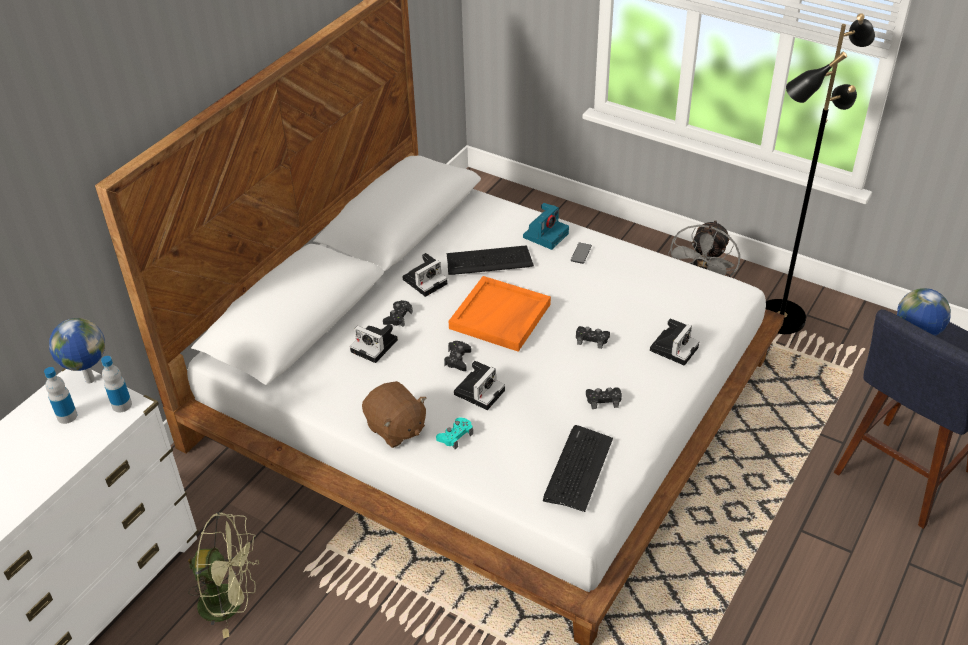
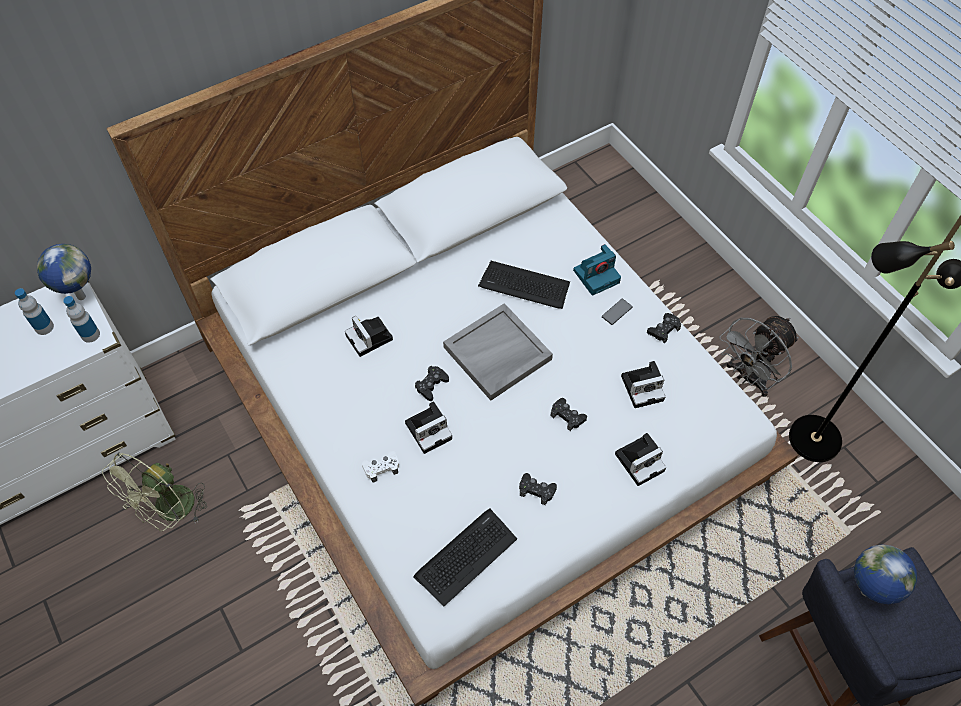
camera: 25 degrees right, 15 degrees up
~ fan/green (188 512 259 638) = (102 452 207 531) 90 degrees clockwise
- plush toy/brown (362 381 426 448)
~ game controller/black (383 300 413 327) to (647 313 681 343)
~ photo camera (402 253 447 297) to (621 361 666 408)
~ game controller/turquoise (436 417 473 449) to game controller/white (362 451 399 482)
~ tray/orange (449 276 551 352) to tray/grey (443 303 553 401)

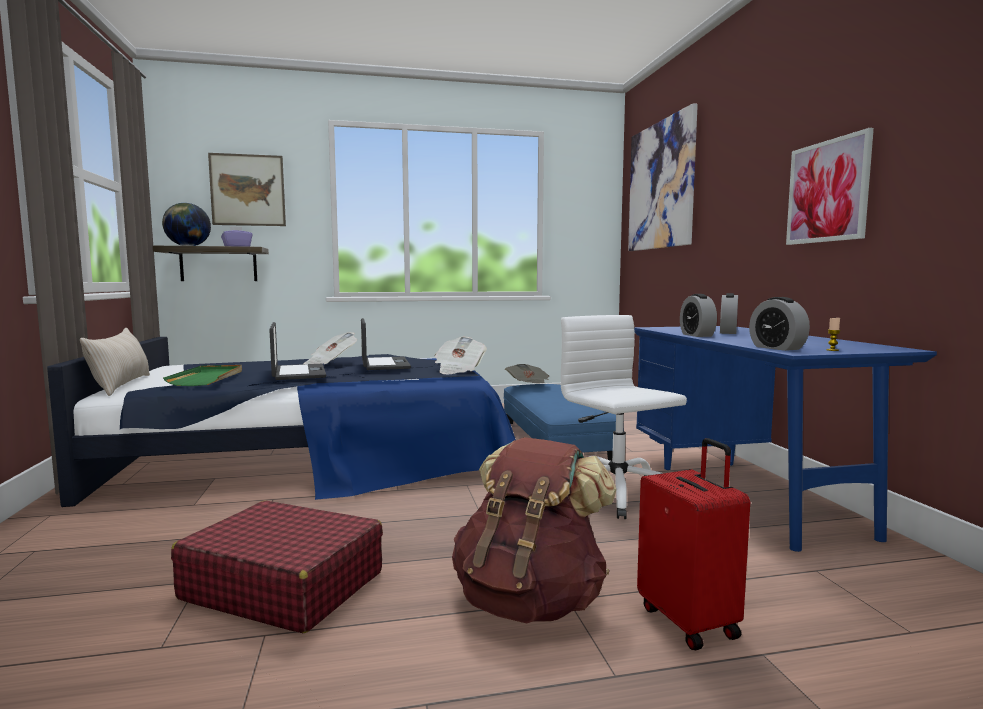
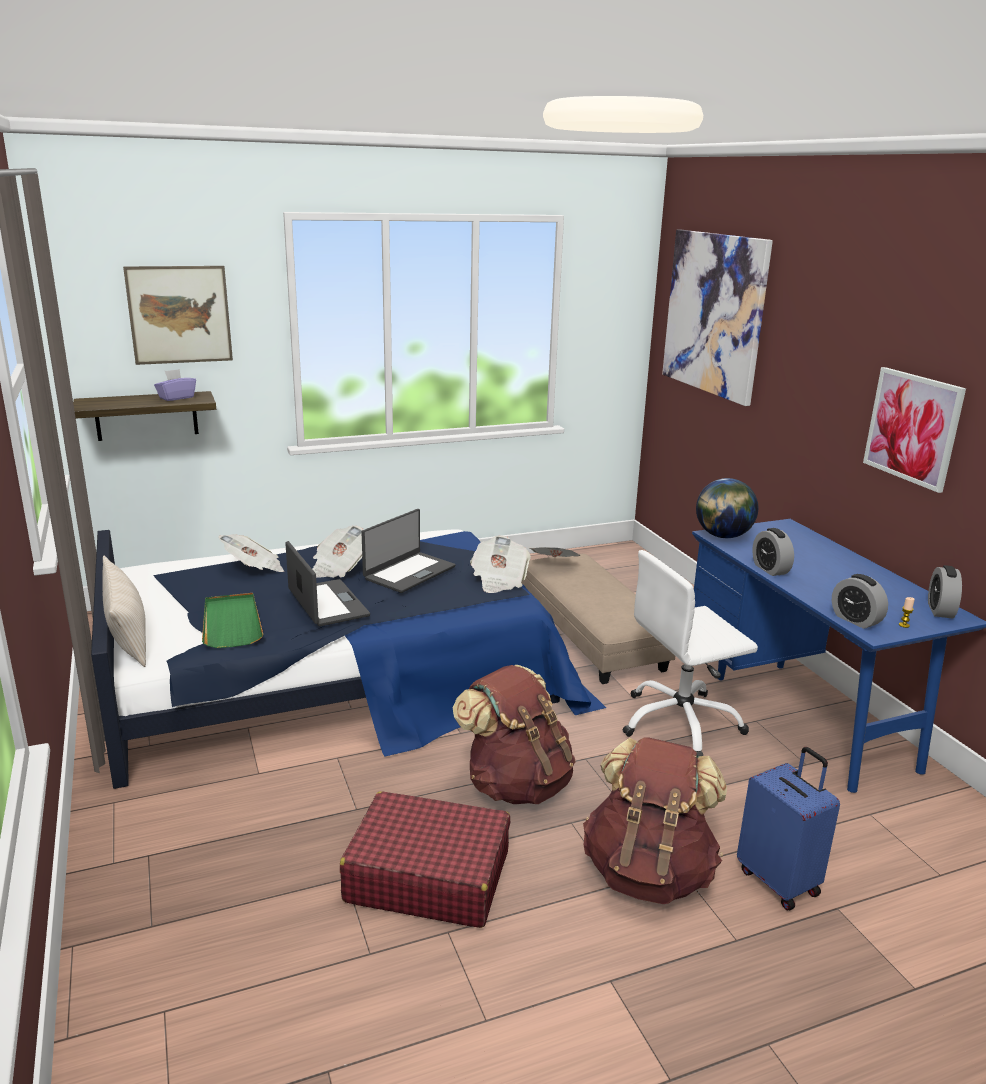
camera: 10 degrees left, 15 degrees up
~ globe (162 203 211 246) to (696 478 758 538)
~ laptop (361 318 411 370) = (362 509 456 593) 60 degrees clockwise
~ ottoman/blue (503 384 624 461) to ottoman/beige (521 554 675 684)
~ office chair/white (561 315 687 519) = (622 550 758 756) 75 degrees counterclockwise
~ suitcase/red (637 438 750 650) to suitcase/blue (737 747 840 911)
~ alarm clock (720 293 738 334) to (928 565 962 619)
+ newspaper (219 534 284 572)
+ backpack/brown (453 665 576 804)

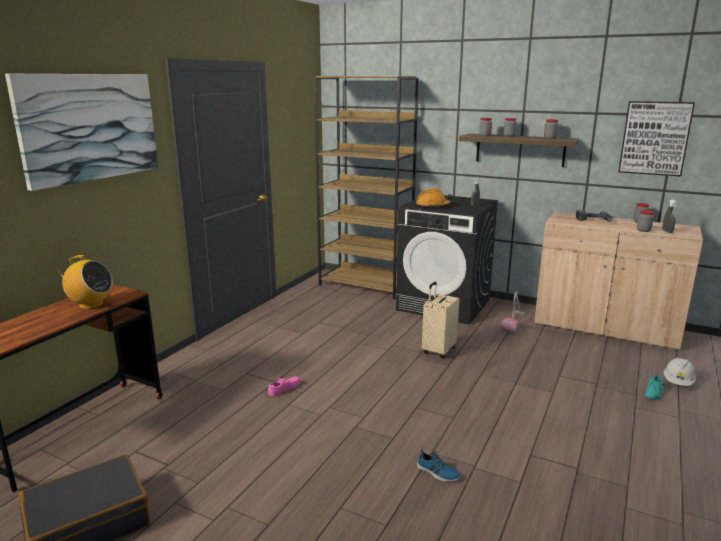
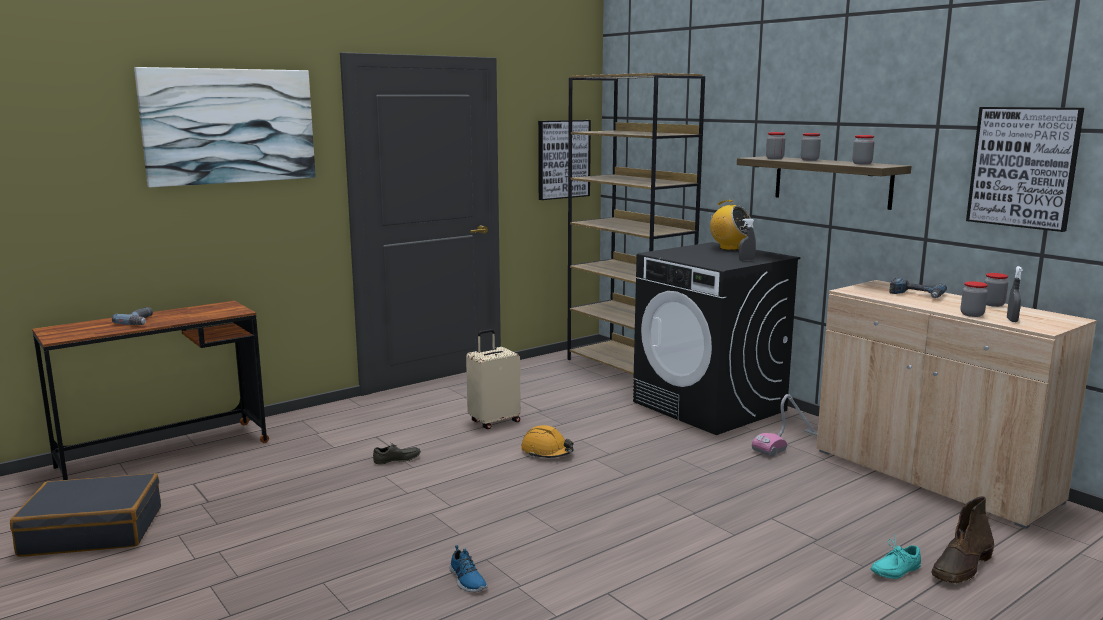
camera: 25 degrees right, 5 degrees down
~ radio (56 255 113 309) to (709 200 753 250)
~ shoe/pink (268 376 300 396) to shoe/grey (373 443 421 464)
~ hard hat/orange (416 188 453 208) to (521 425 573 458)
~ suitcase/beige (422 282 460 359) to (466 329 521 429)
~ hard hat/white (663 358 696 386) to boot/brown (931 496 994 583)
+ power drill (112 307 153 325)
+ picture (538 120 591 200)

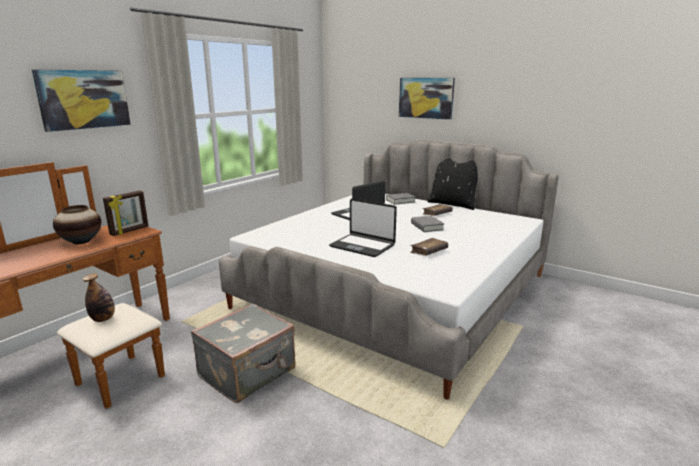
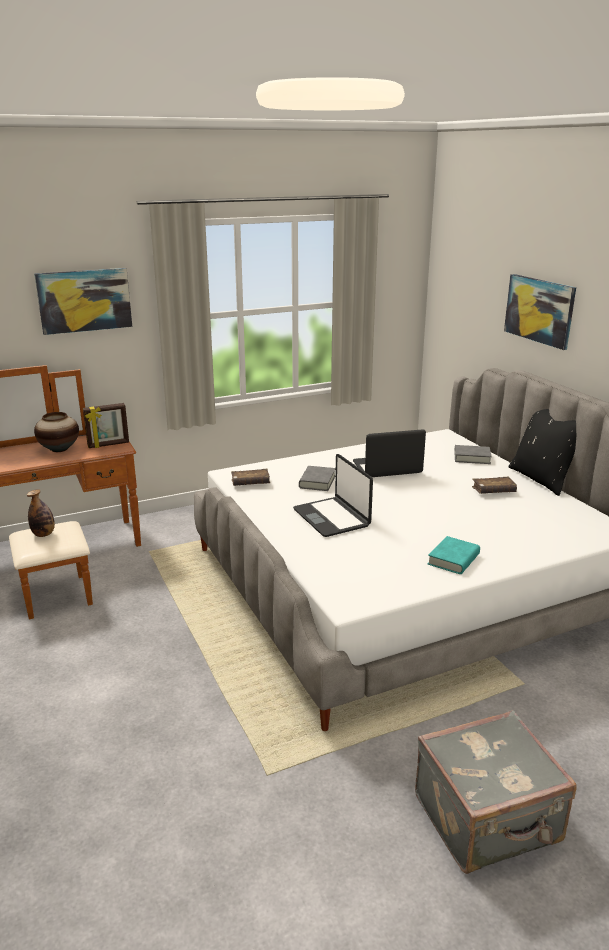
camera: 30 degrees right, 5 degrees up
~ suitcase/grey (191 303 296 403) to (415 710 577 874)
~ book/brown (410 238 448 256) to (231 469 270 486)
~ book/grey (411 216 444 232) to (299 466 336 491)
+ book/turquoise (428 536 480 574)

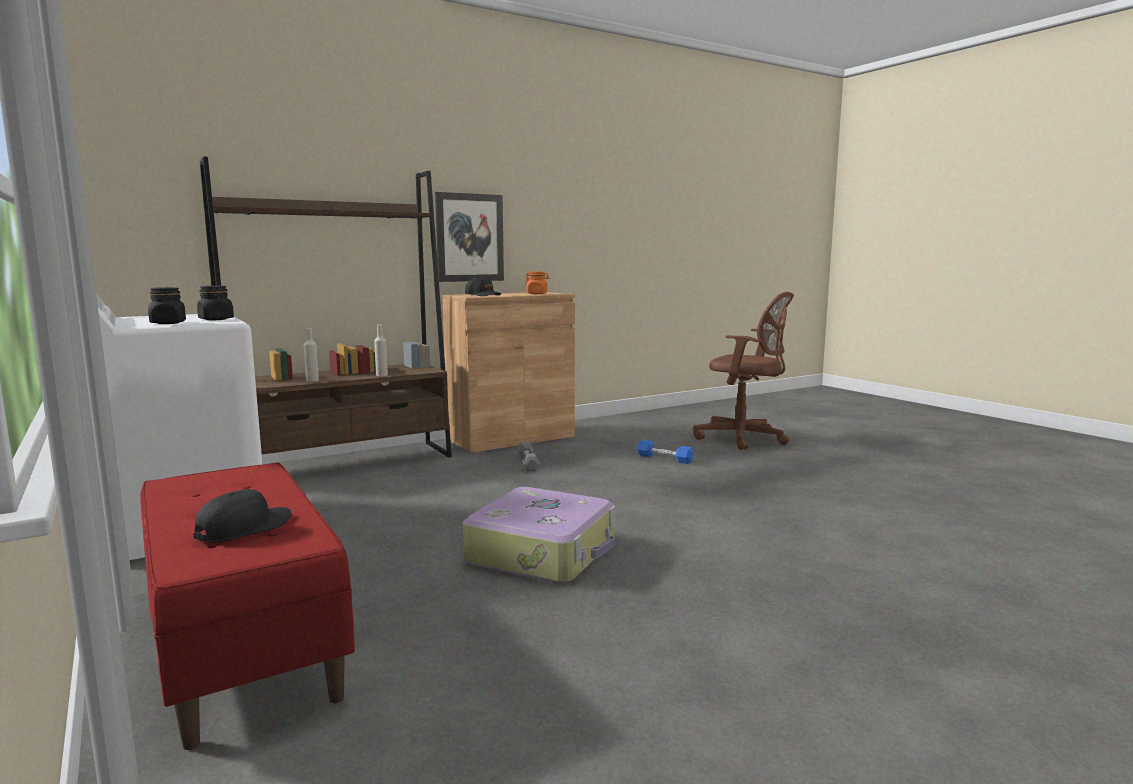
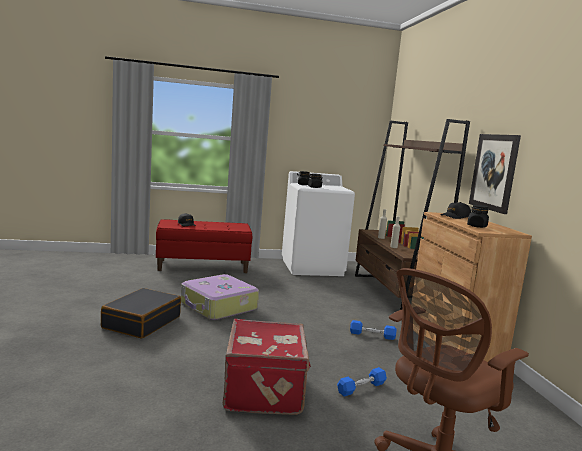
camera: 110 degrees right, 0 degrees up
~ dumbbell/grey (518 442 540 472) to dumbbell/blue (350 320 396 340)
~ jar/orange (525 272 549 294) to jar/black (467 205 489 228)
+ suitcase/black (101 288 181 339)
+ suitcase/red (223 319 311 415)

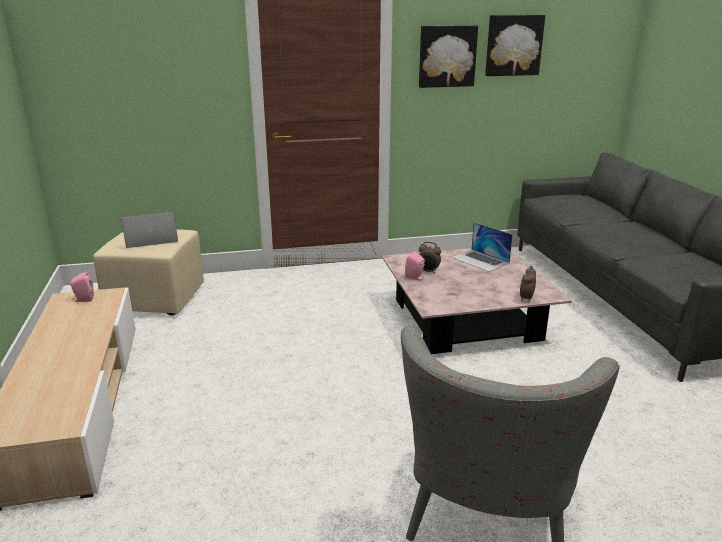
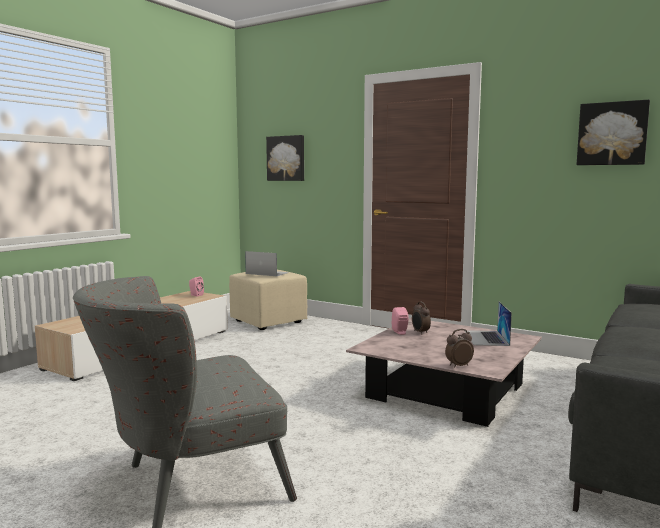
camera: 45 degrees right, 15 degrees down
~ picture (419 26 478 88) to (266 135 304 181)

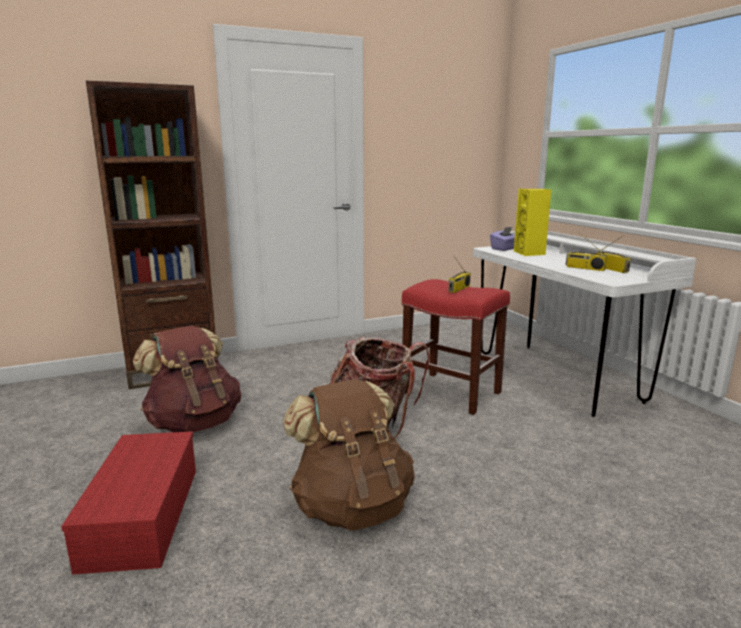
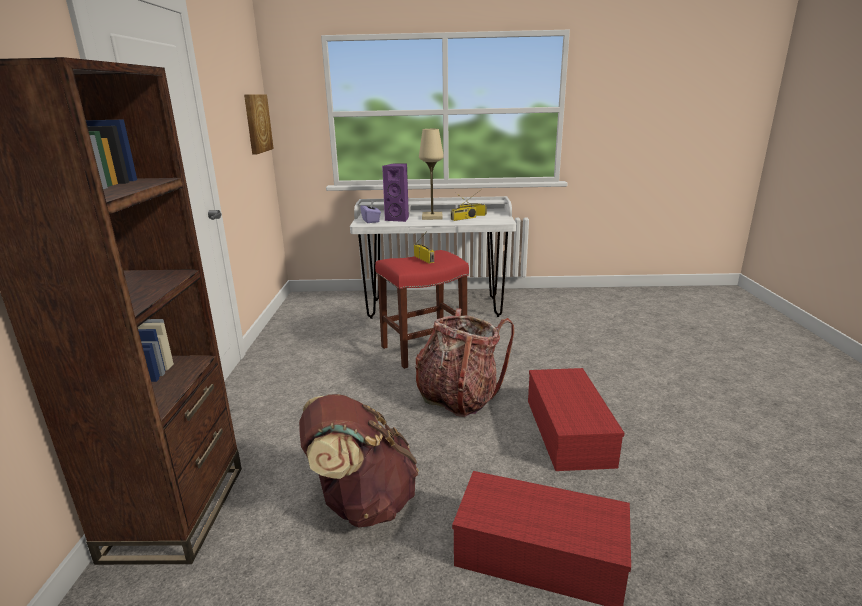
camera: 65 degrees left, 5 degrees up
~ backpack/brown (283 379 415 531) to storage box/red (528 368 625 471)
~ speaker/yellow (514 189 551 256) to speaker/purple (382 163 409 222)
+ picture (244 94 274 155)
+ table lamp/beige (419 129 444 220)

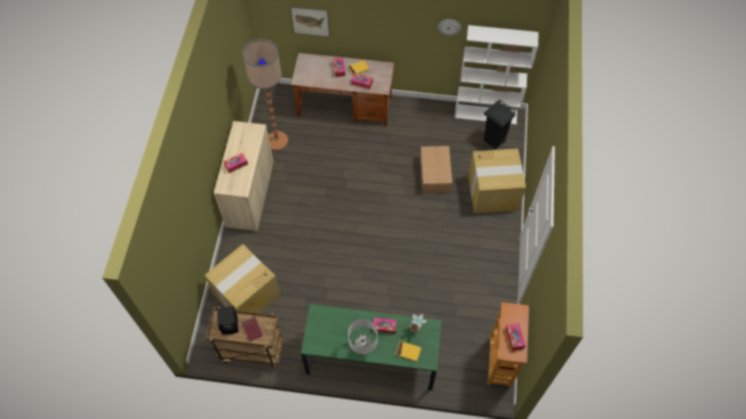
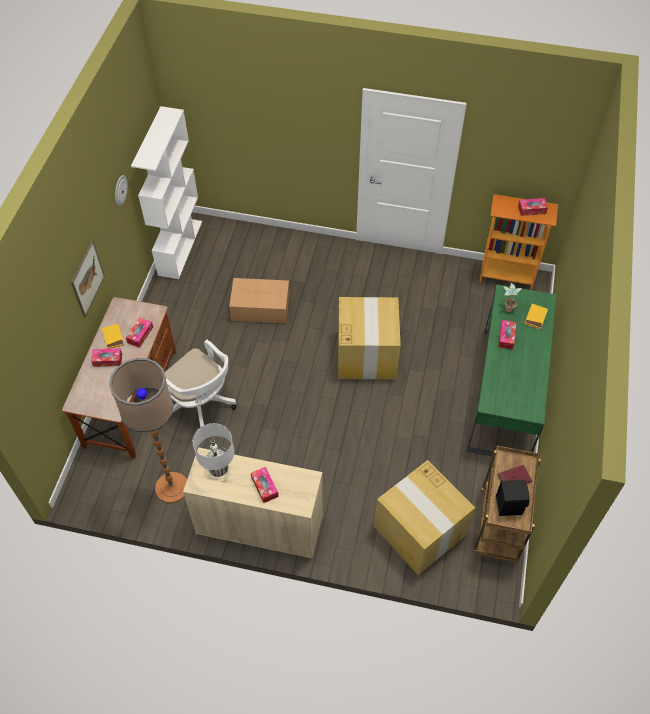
camera: 85 degrees left, 5 degrees down
~ picture (290 6 330 37) to (71 240 105 317)
~ table lamp/white (348 319 378 356) to (193 423 234 477)
~ cardboard box (468 149 526 214) to (338 297 401 379)
- trash can/black (484 100 516 149)
+ office chair/white (164 340 236 427)

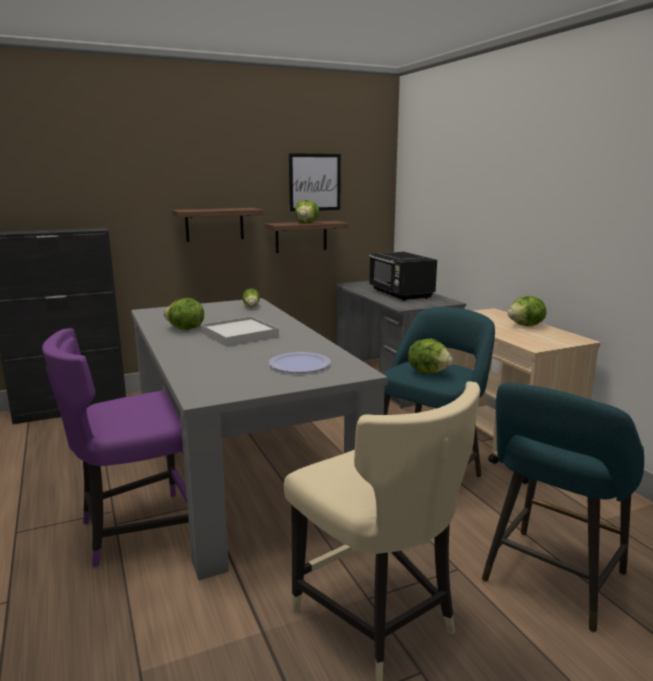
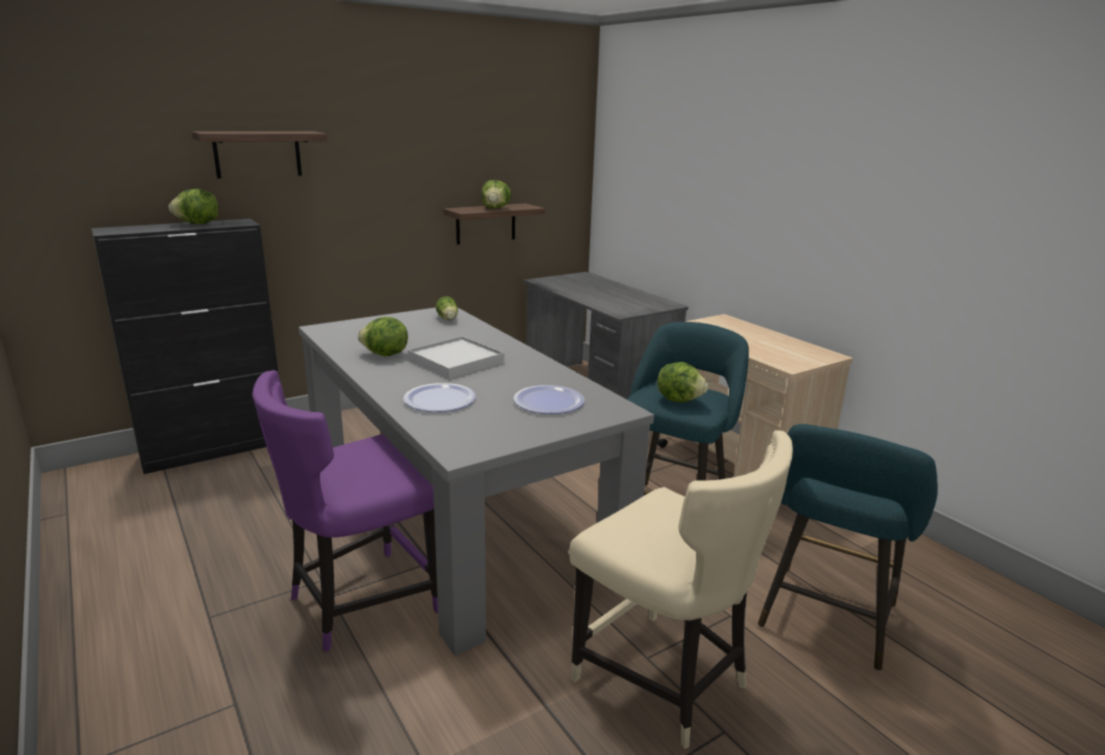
camera: 10 degrees left, 5 degrees up
~ shelf (172 208 263 242) to (192 131 327 178)
- picture (289 153 341 211)
- microwave/black (369 252 437 301)
~ lettuce (507 296 546 326) to (169 189 219 224)
+ plate (403 383 476 412)

